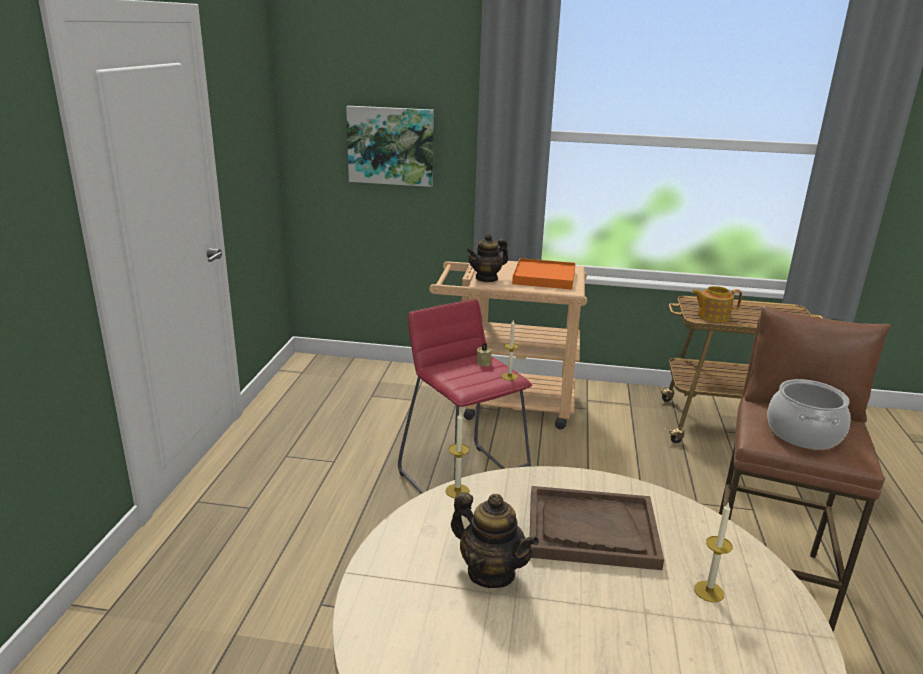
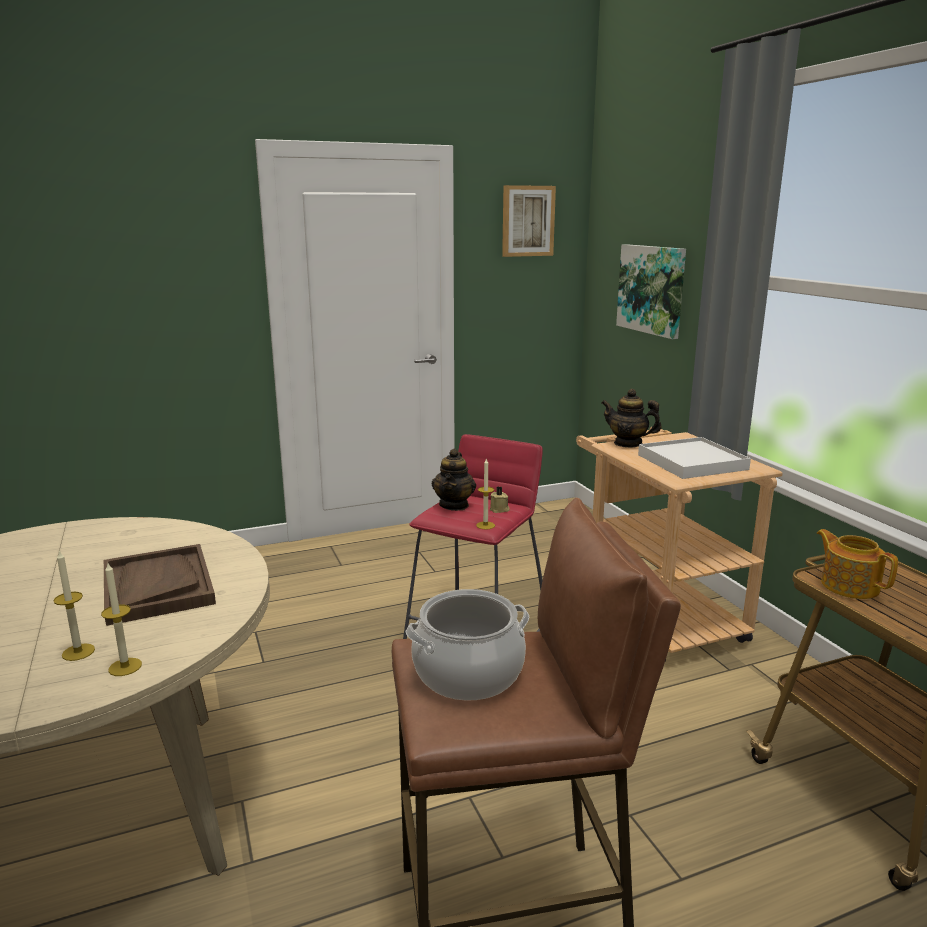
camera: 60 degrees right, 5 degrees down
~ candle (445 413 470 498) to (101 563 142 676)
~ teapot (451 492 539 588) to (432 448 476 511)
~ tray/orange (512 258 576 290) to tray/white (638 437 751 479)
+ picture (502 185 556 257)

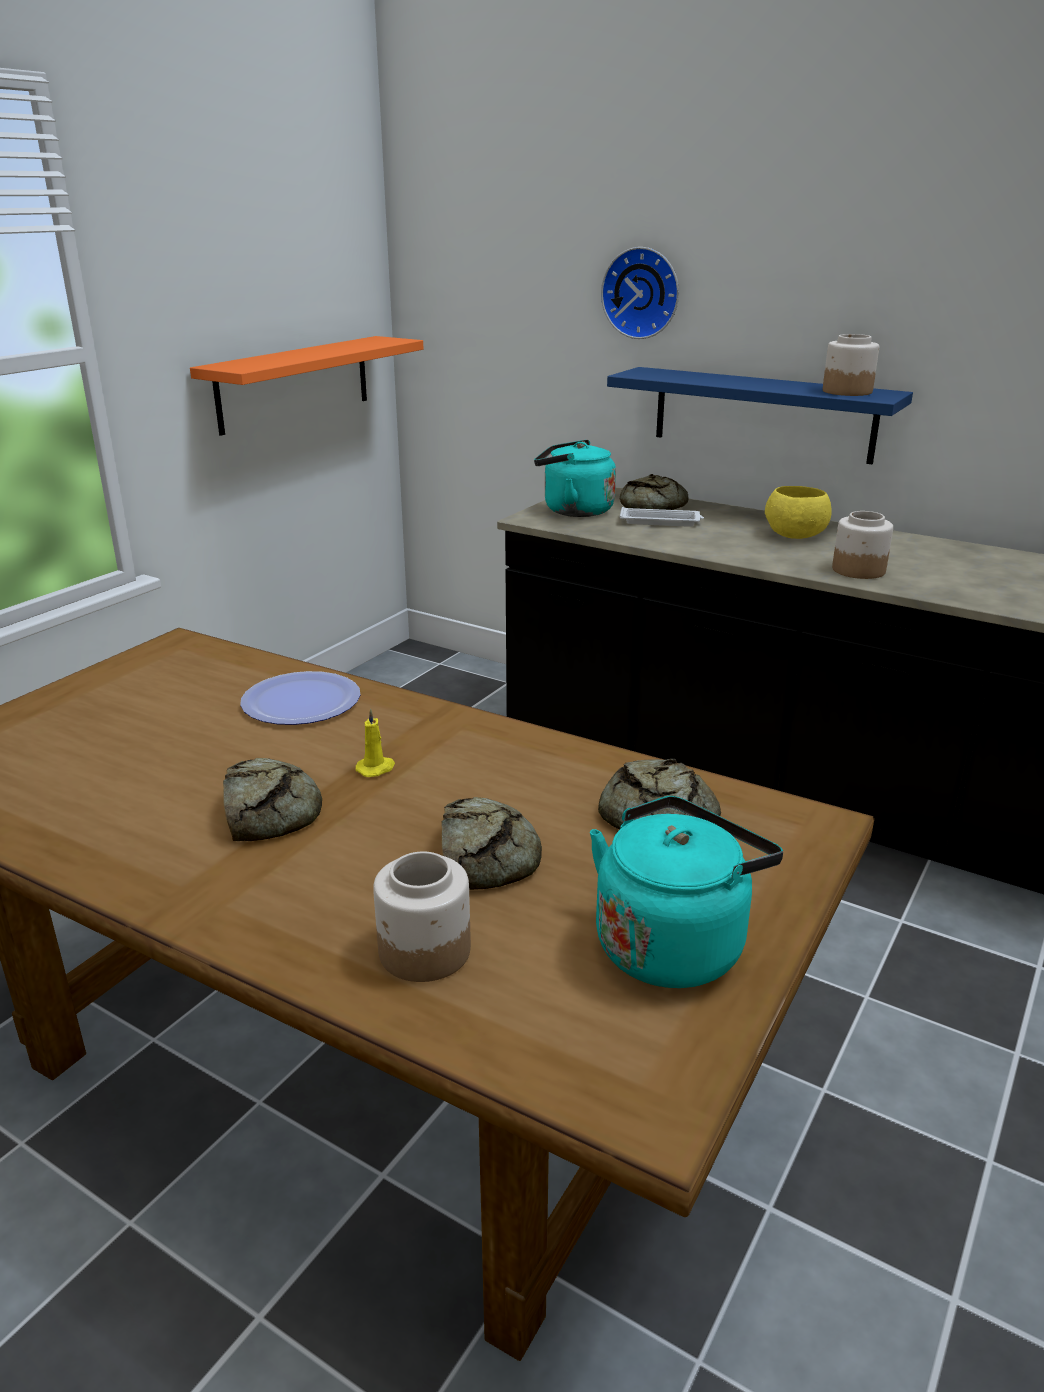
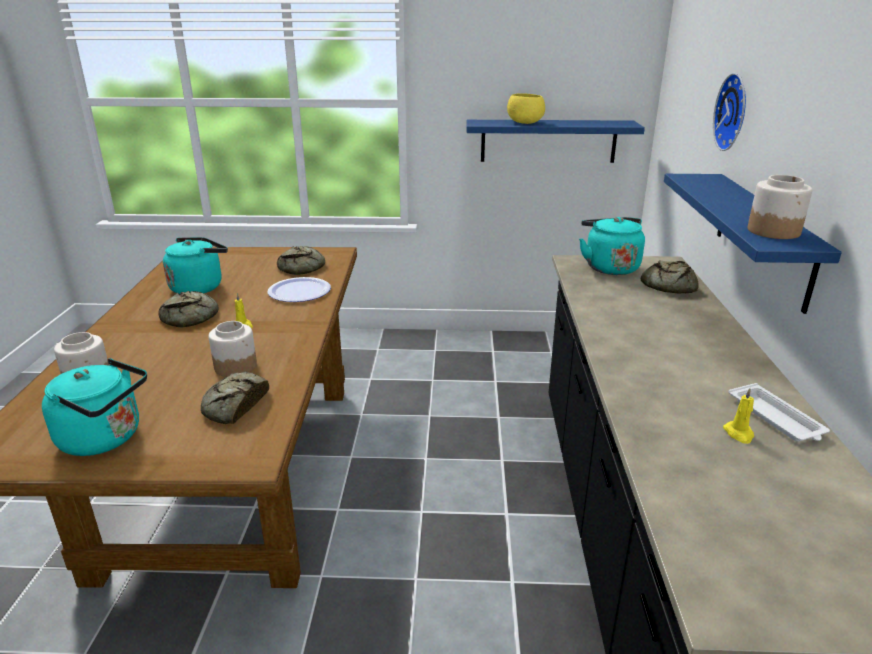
camera: 60 degrees right, 0 degrees up
~ shelf/orange (190 336 423 436) to shelf/blue (466 120 645 163)
~ bread (441 797 542 890) to (277 246 325 275)
~ tray/white (620 507 704 527) to (728 383 830 441)
~ bowl/yellow (765 486 832 539) to (507 93 545 124)
~ jar (832 511 893 579) to (209 321 257 377)
+ kettle/turquoise (163 237 228 294)
+ candle/yellow (723 388 754 444)

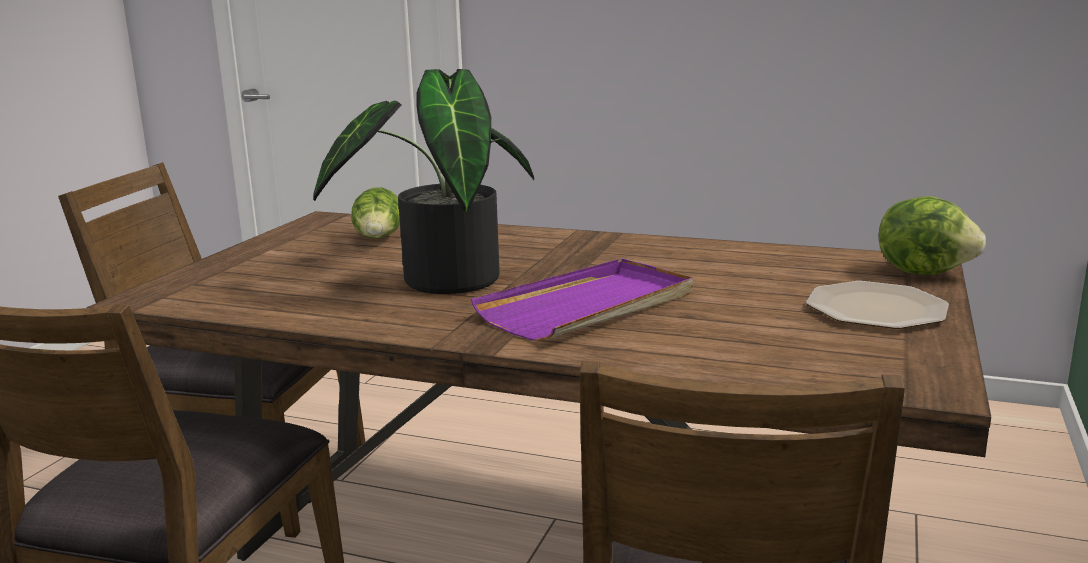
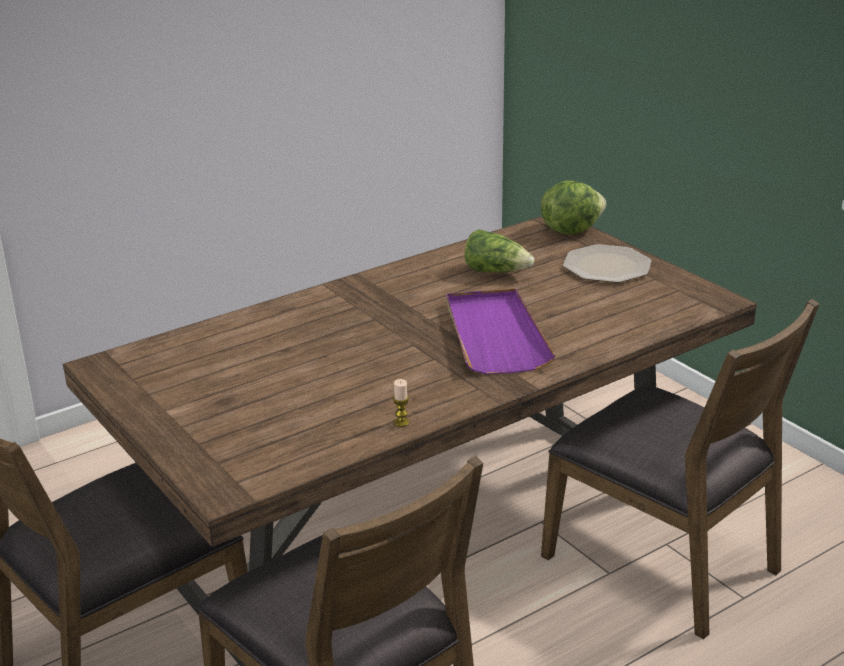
camera: 55 degrees left, 10 degrees up
- potted plant (313 69 534 294)
~ lettuce (351 188 400 238) to (464 229 534 272)
+ candle (393 379 410 427)

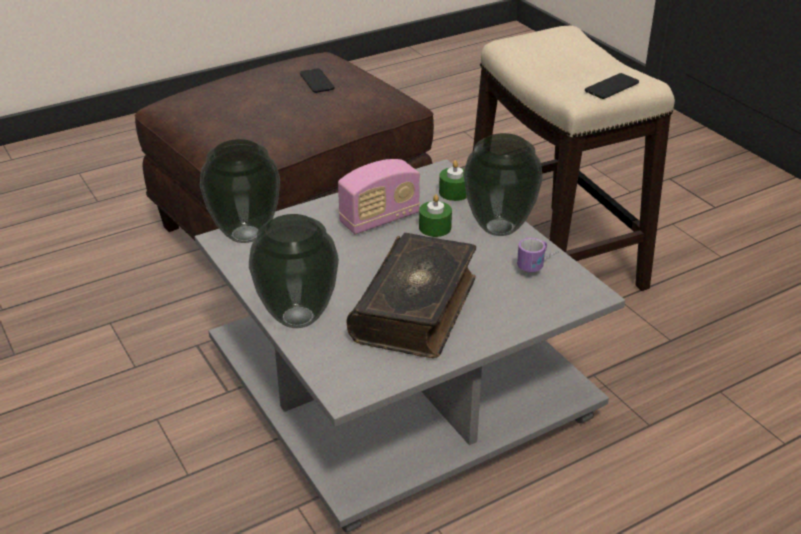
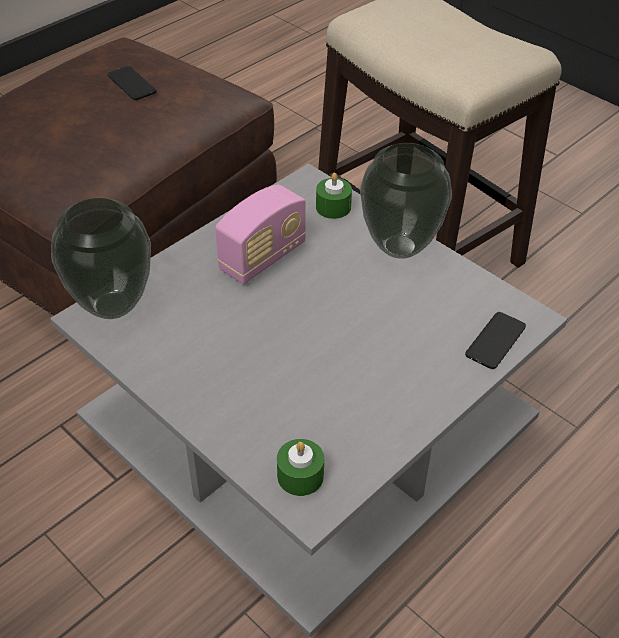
camera: 15 degrees left, 10 degrees up
- vase (249 214 339 328)
- book (347 233 476 358)
~ candle/green (419 194 452 237) to (277 439 324 496)
- mug (517 238 559 272)
~ phone (585 73 639 99) to (465 312 526 369)

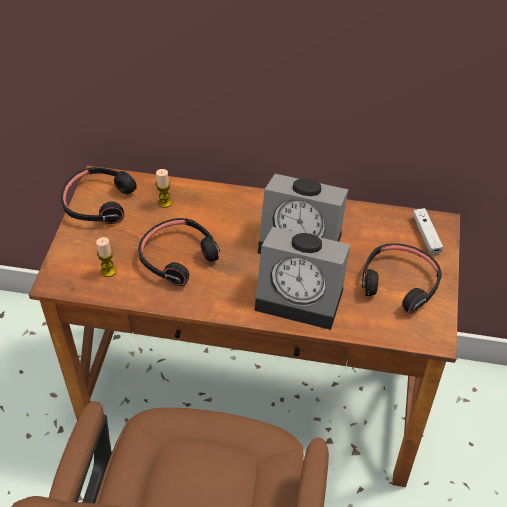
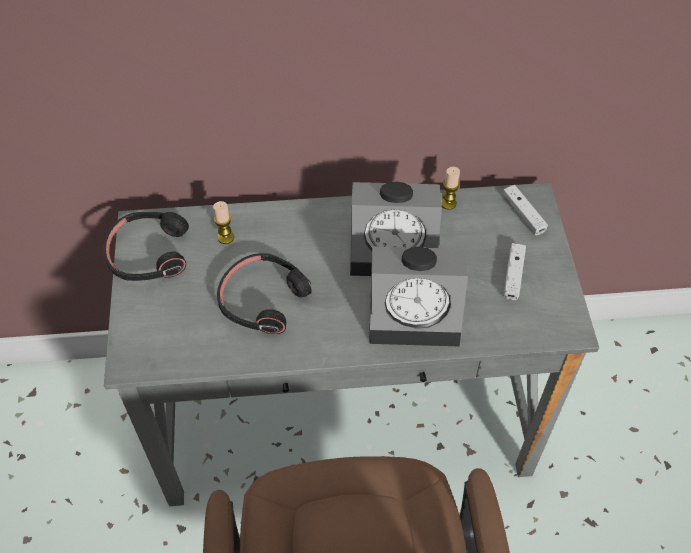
camera: 15 degrees left, 5 degrees up
~ desk/brown (29 165 460 487) to desk/grey (104 183 599 506)
~ candle (96 237 116 277) to (441 167 460 210)
~ headphones/black (362 243 442 314) to game controller/white (503 243 526 300)

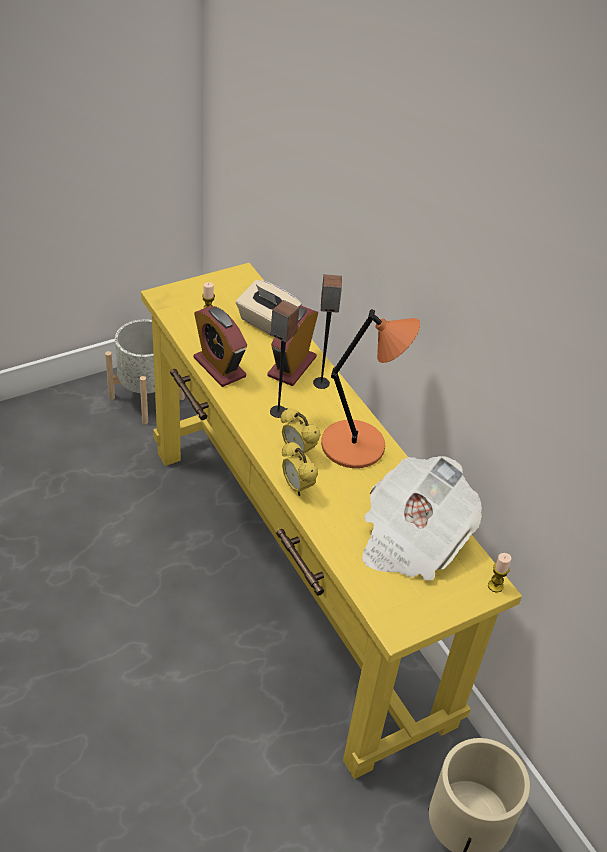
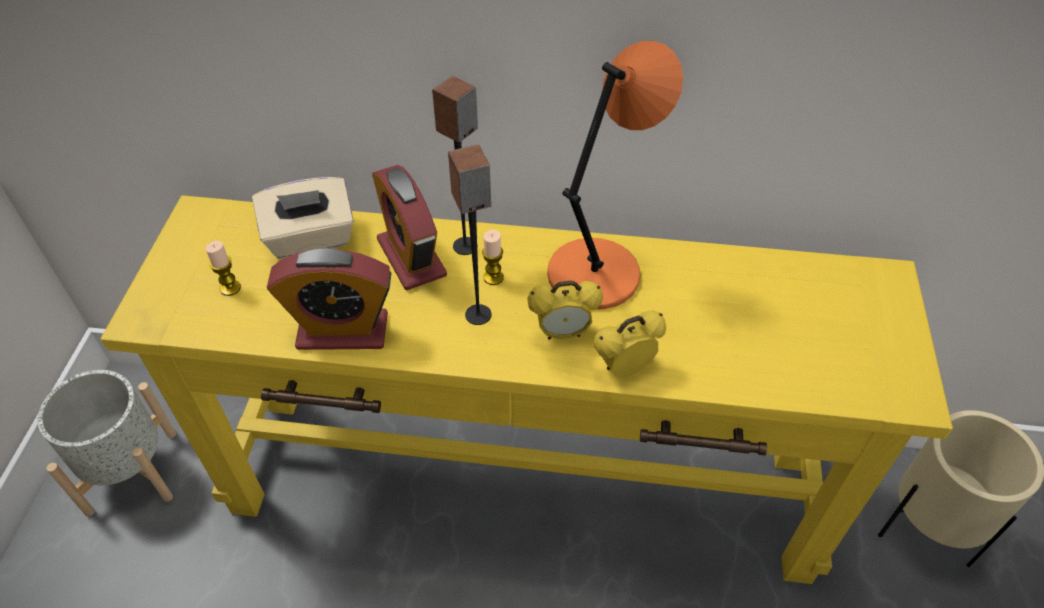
camera: 50 degrees left, 5 degrees up
~ alarm clock (282 442 318 496) = (594 311 666 377) 150 degrees clockwise
- newspaper (362 456 482 581)
~ candle (488 553 511 592) to (482 230 504 285)

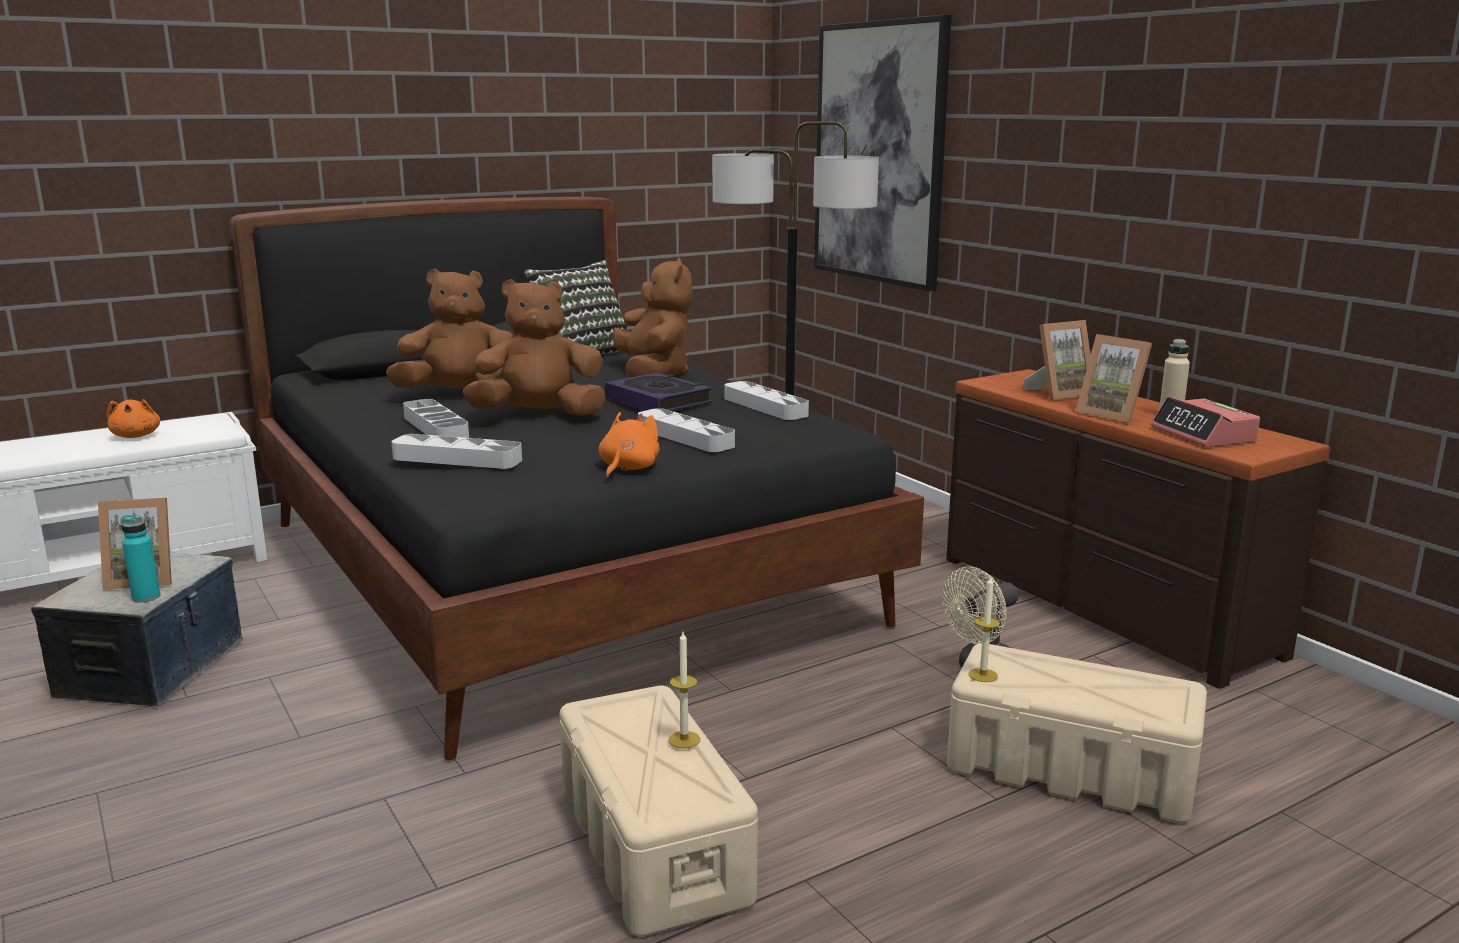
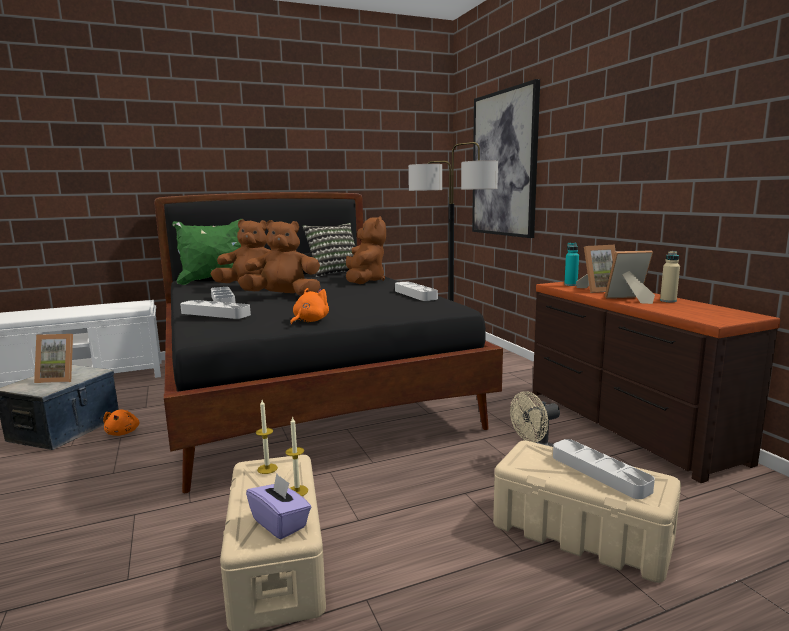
camera: 10 degrees right, 5 degrees down
~ plush toy/orange (107 399 160 438) to (103 410 140 436)
~ bottle/turquoise (121 515 161 603) to (564 243 579 286)
- book (605 373 712 411)
~ tray/grey (638 408 735 452) to (553 439 655 499)
~ candle (969 577 1000 682) to (256 400 278 474)
~ picture frame (1075 334 1152 423) = (605 250 655 304) 120 degrees clockwise
- alarm clock (1151 396 1260 447)
+ pillow/green (172 219 242 285)
+ tissue box/purple (246 473 311 539)

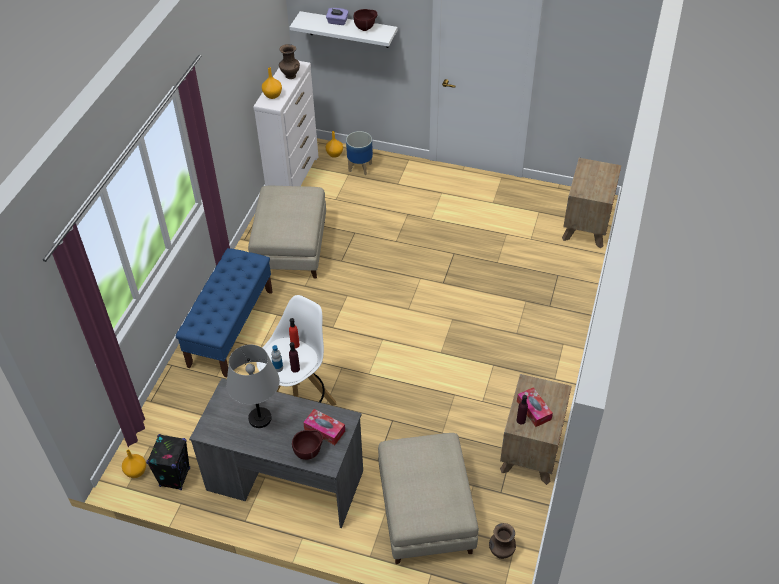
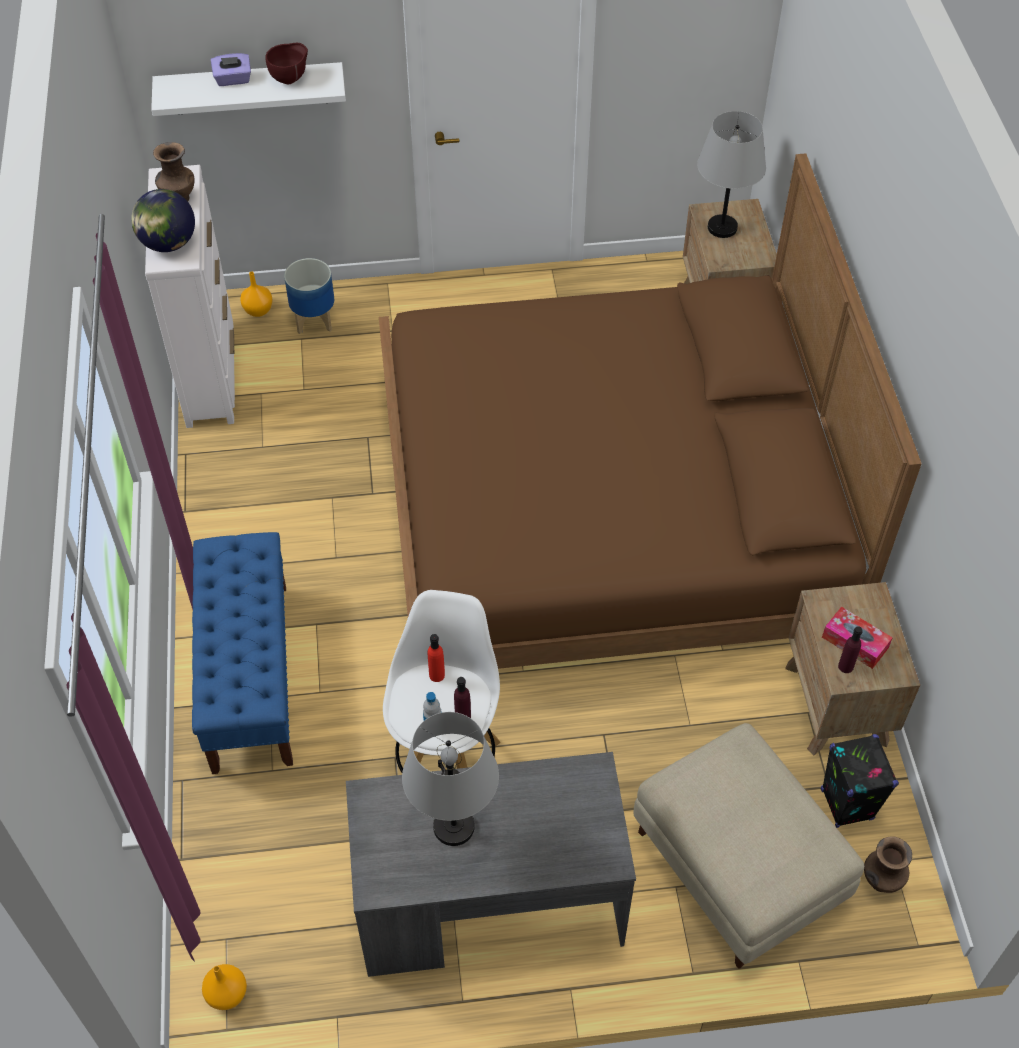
camera: 25 degrees left, 5 degrees up
~ speaker/black (146 434 190 490) to (821 734 899 828)
- ottoman/beige (248 186 326 279)
~ vase/orange (262 67 282 99) to globe (131 189 195 252)
- bowl/brown (292 430 323 460)
- tissue box (303 409 345 445)
+ bed/brown (379 153 922 669)
+ table lamp/grey (697 111 766 238)

